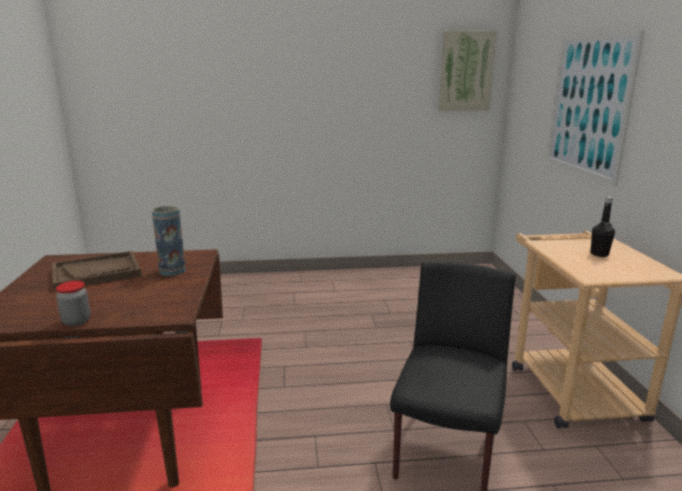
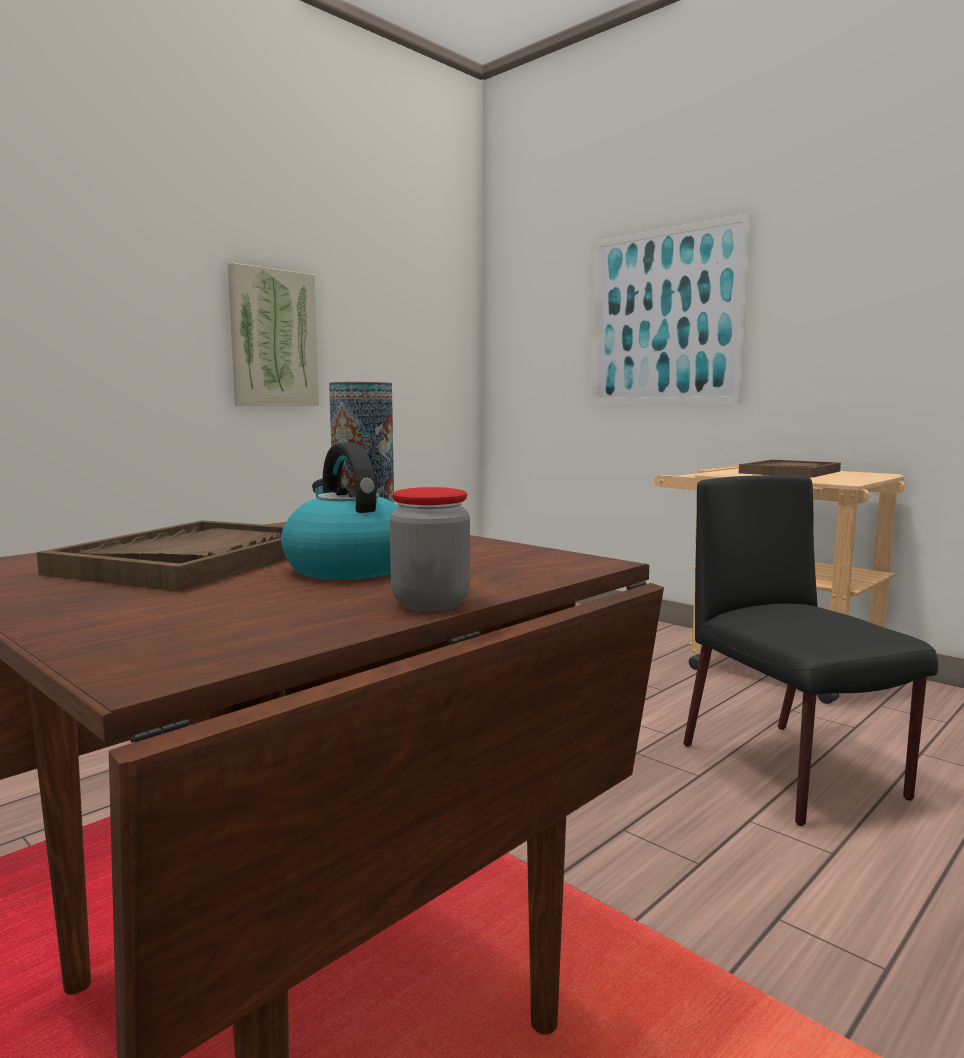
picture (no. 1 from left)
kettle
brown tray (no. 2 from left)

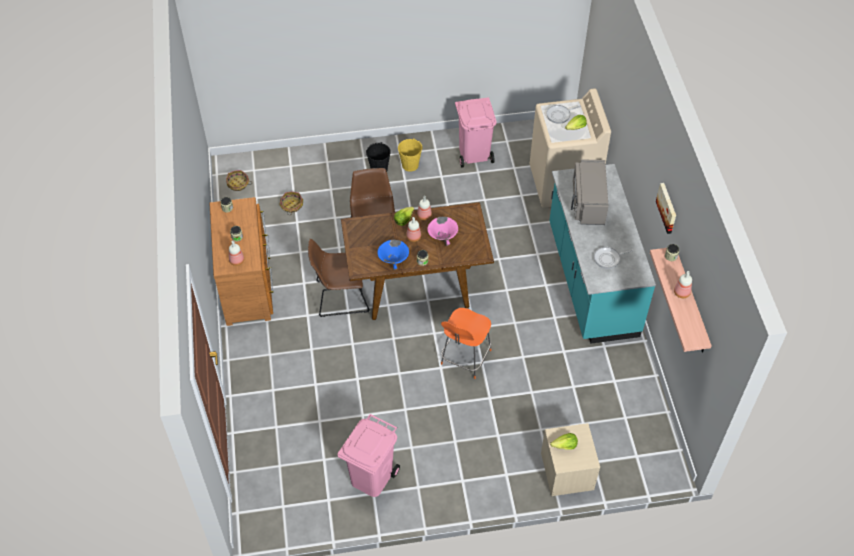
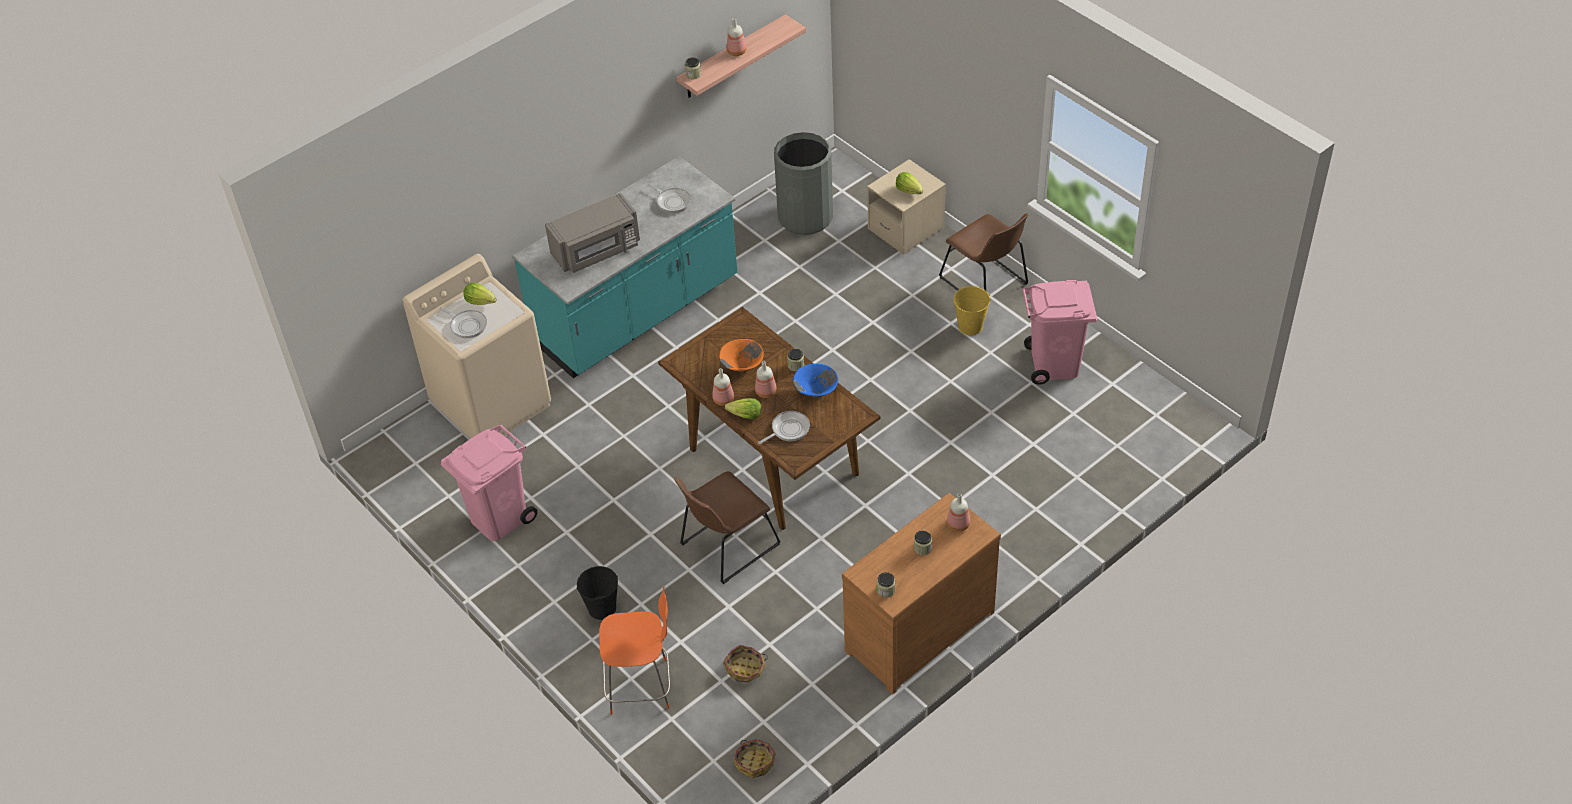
orange stool
orange bowl
frying pan (no. 3 from left)
grey trash can
brown chair (no. 2 from left)
yellow bucket
picture

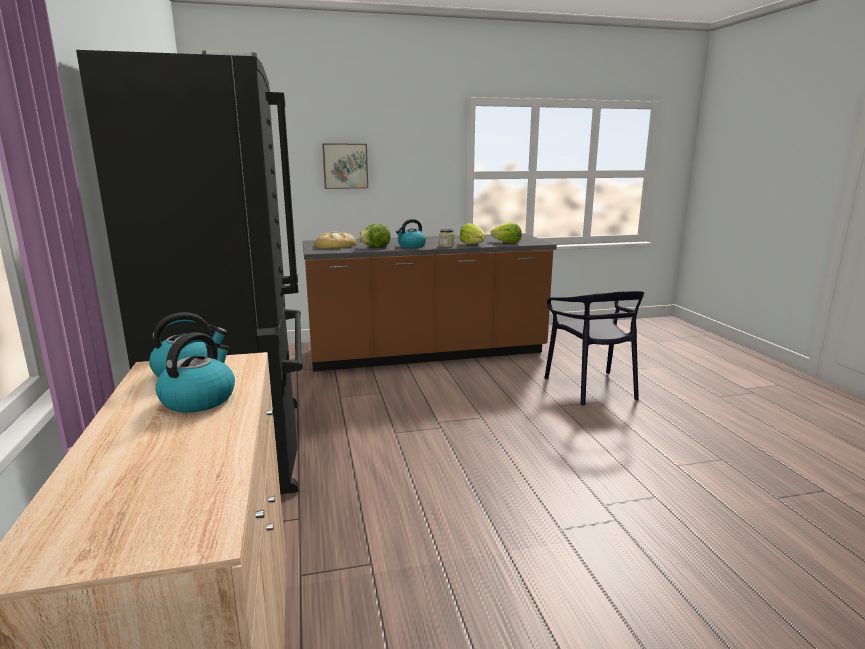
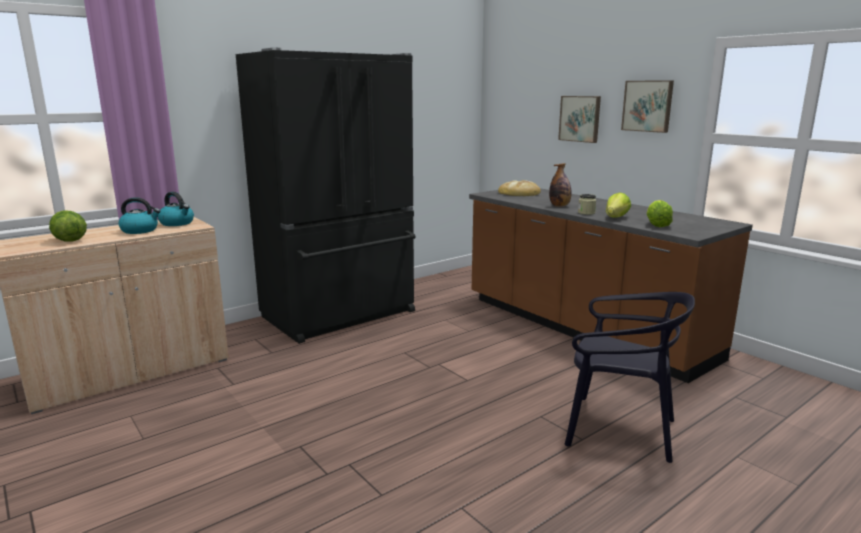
lettuce (no. 1 from left)
bottle
black chair
picture (no. 2 from left)

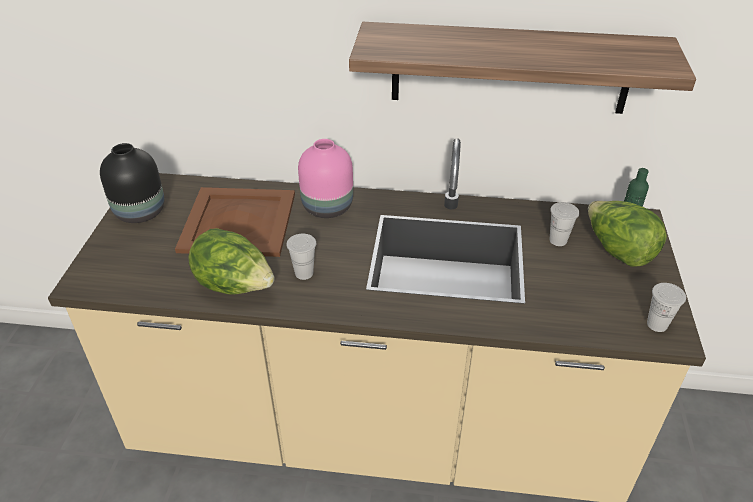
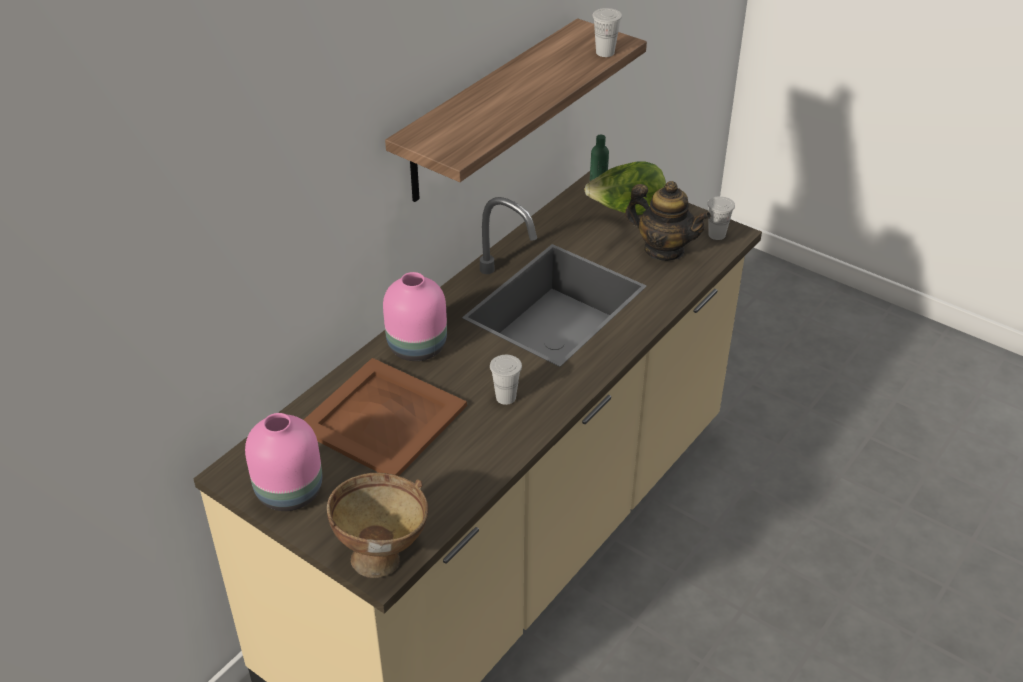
pink vase (no. 1 from left)
brown bowl
white cup (no. 2 from left)
teapot
lettuce (no. 1 from left in the first image)

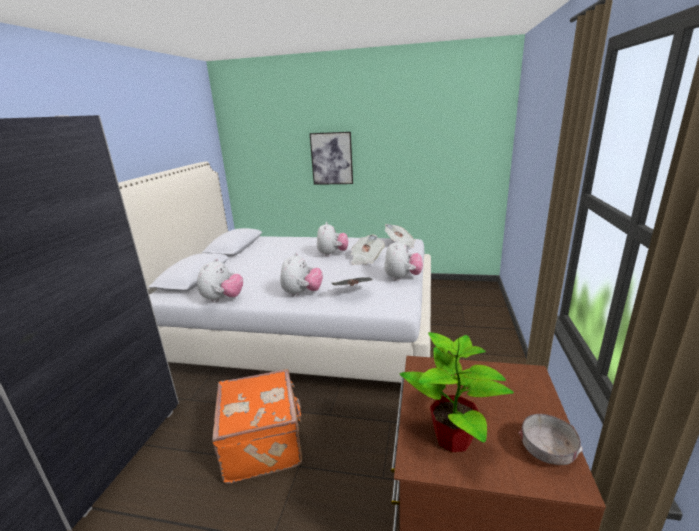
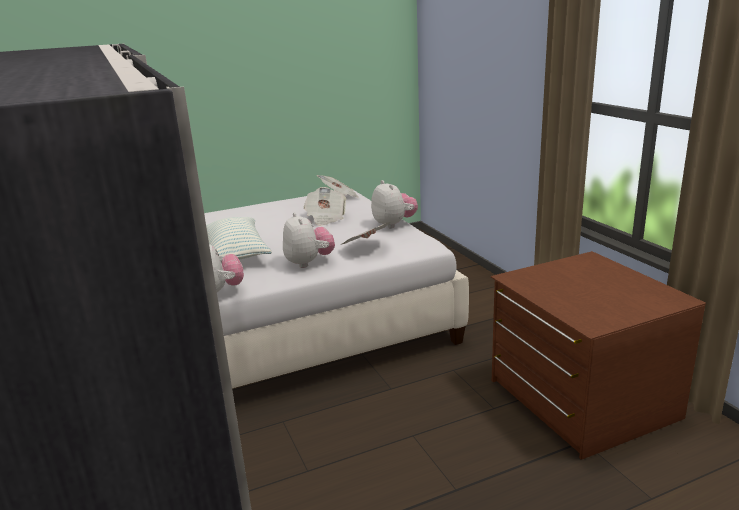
pillow
orange suitcase
picture
plush toy (no. 3 from left in the first image)
potted plant
grey bowl

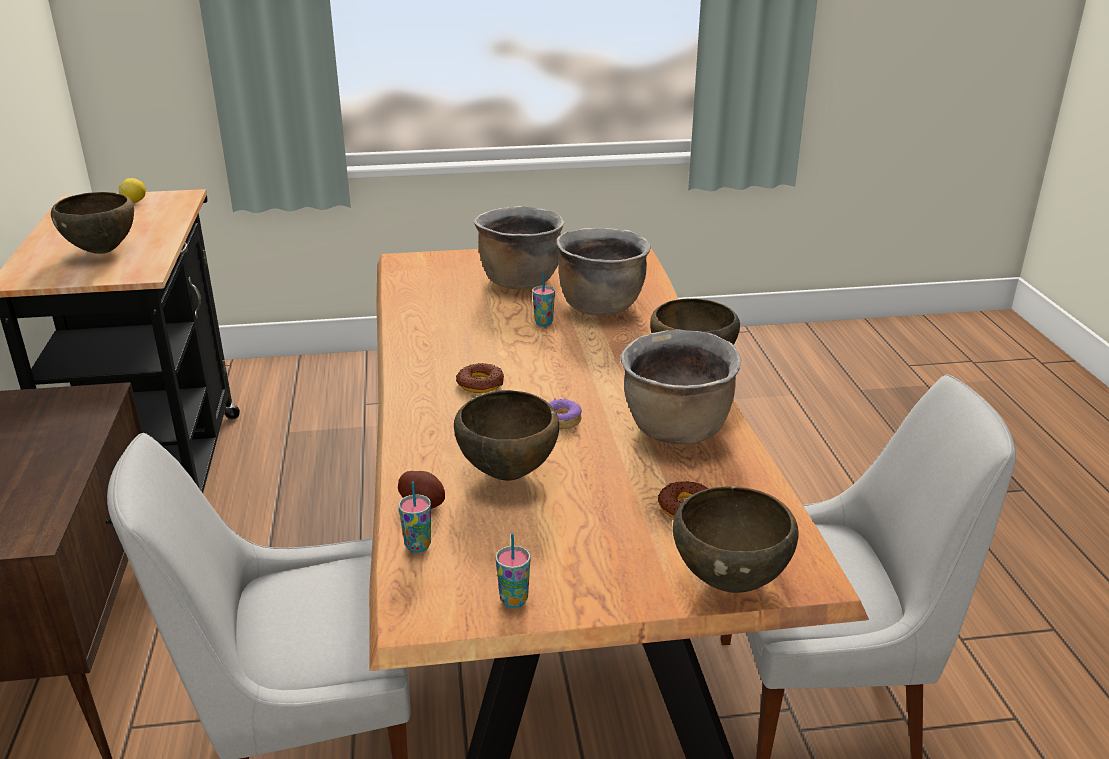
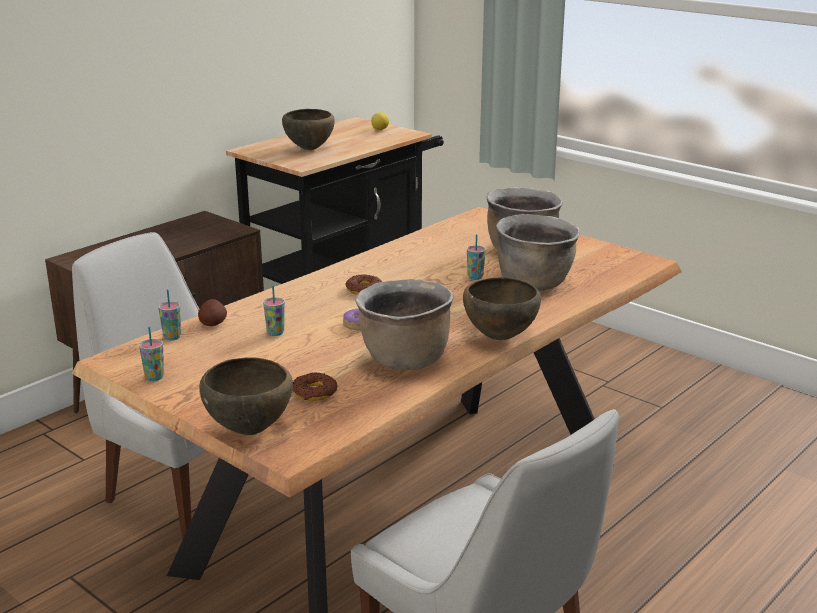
cup (no. 3 from left)

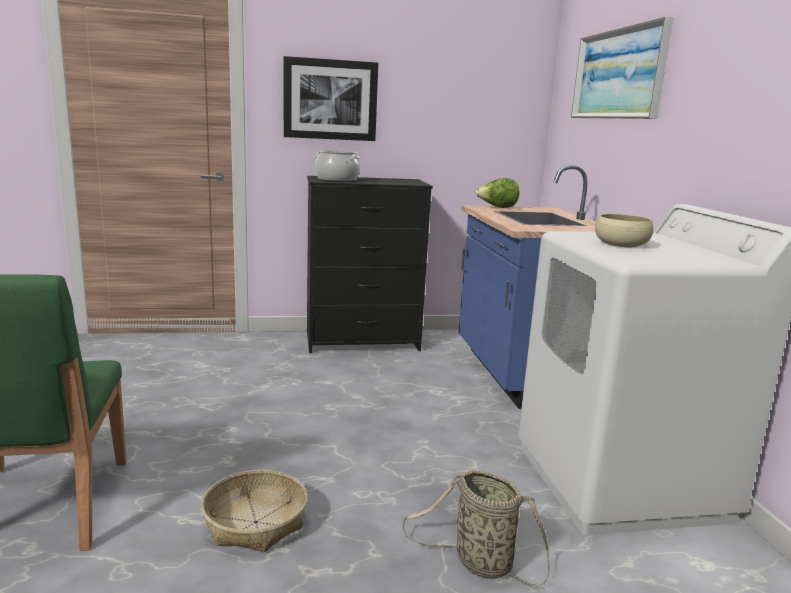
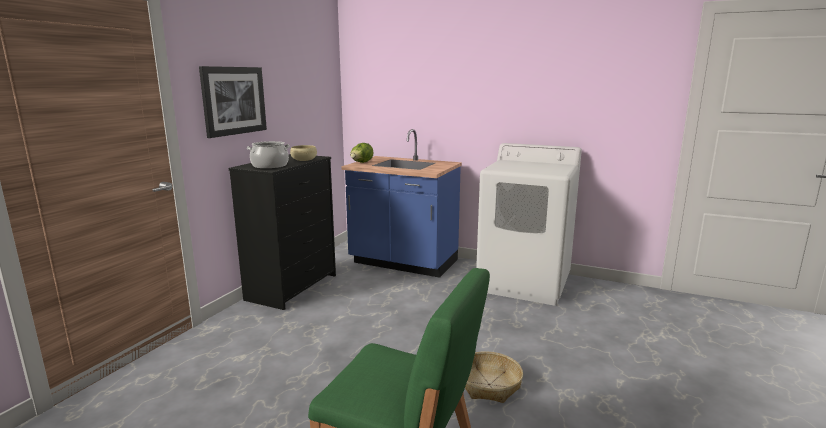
beige bowl
basket (no. 2 from left in the first image)
picture (no. 2 from left in the first image)

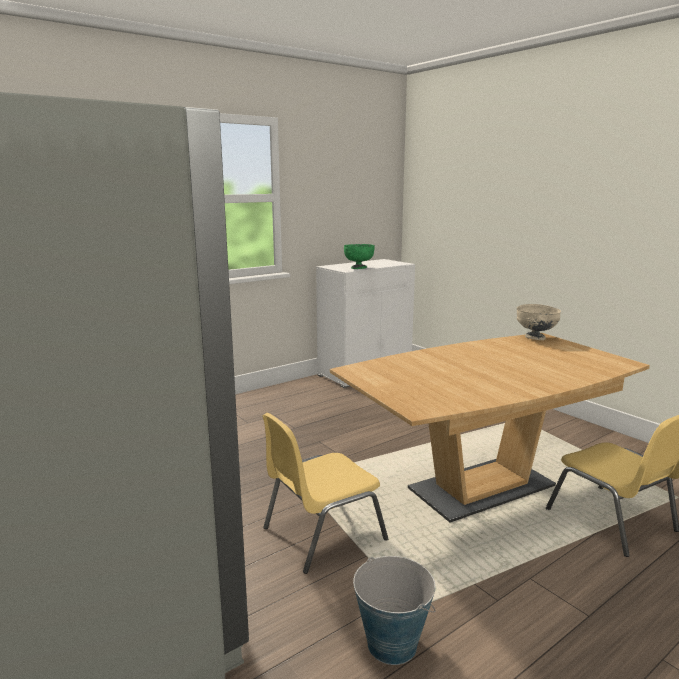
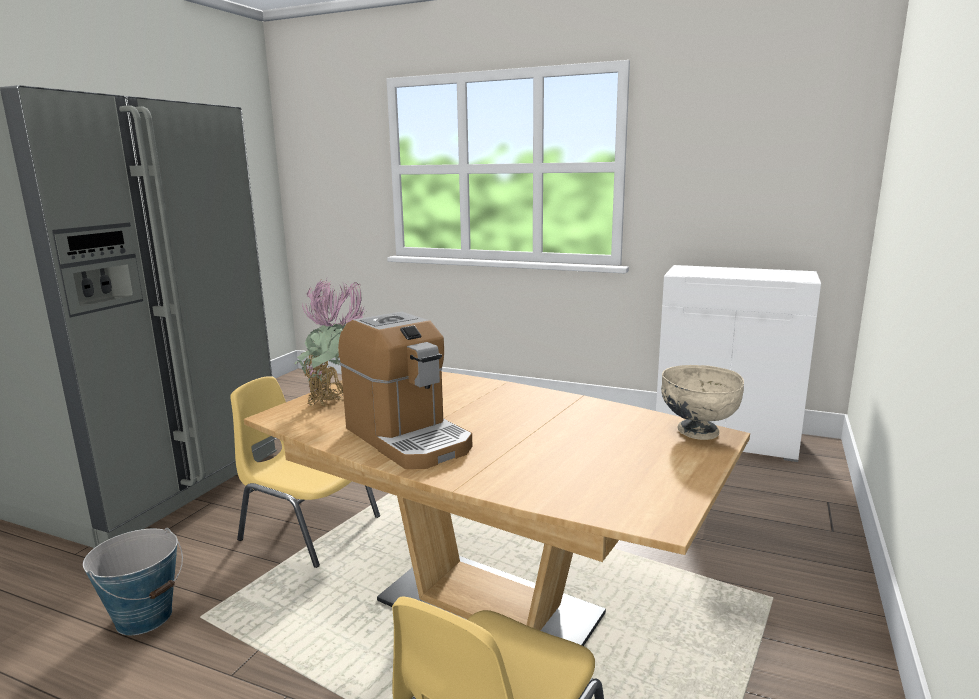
potted plant
coffee machine
green bowl

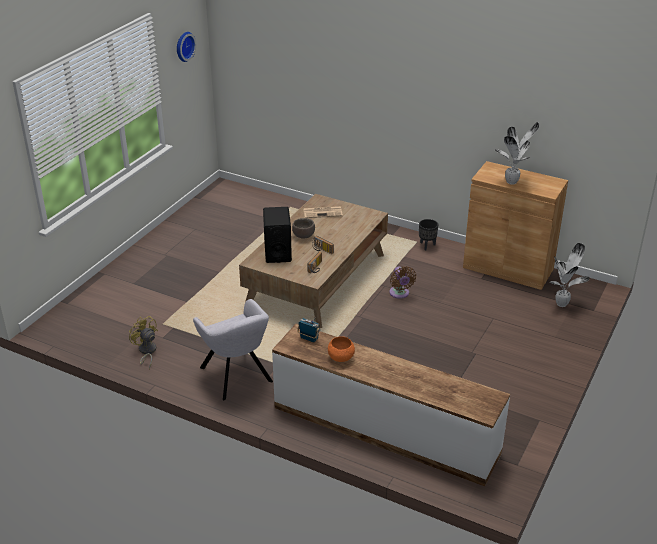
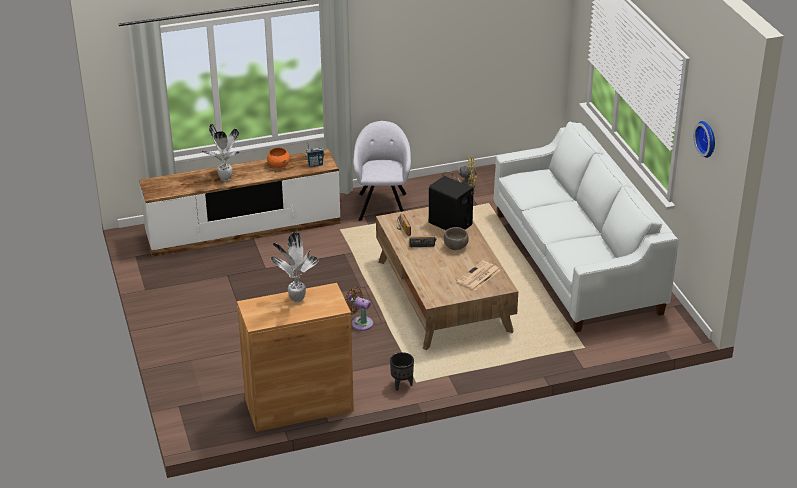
potted plant (no. 1 from left)
grey armchair
white sofa

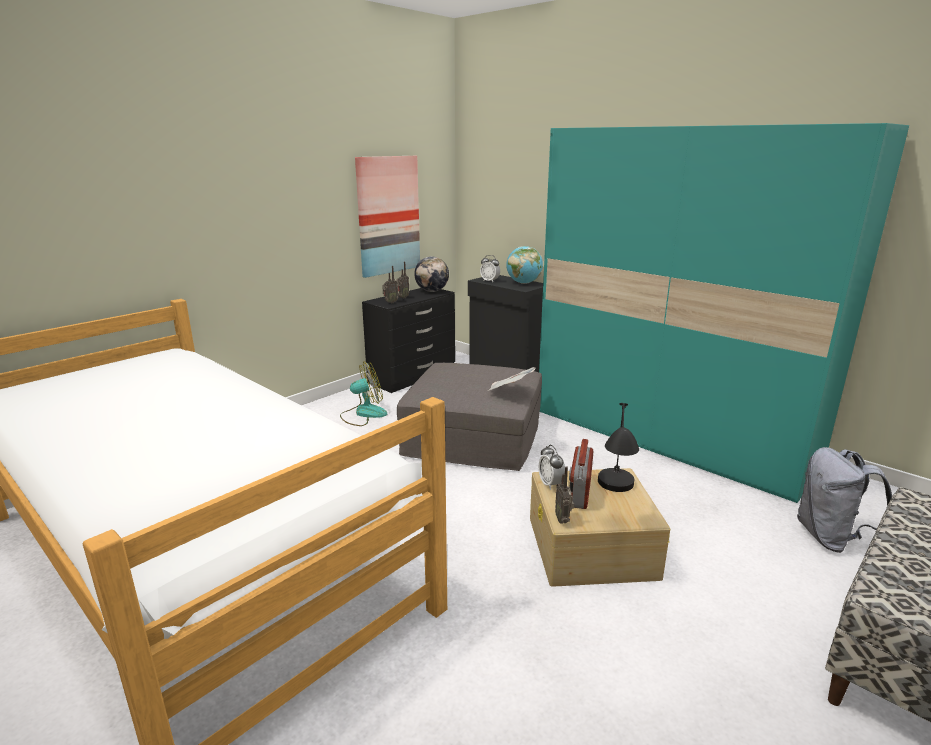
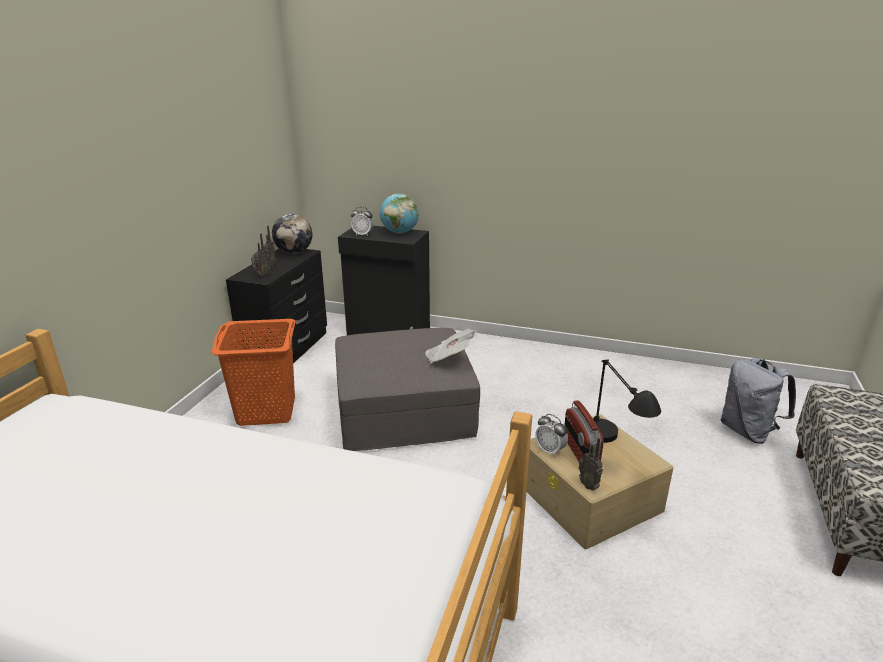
orange laundry basket
picture
turquoise wardrobe

